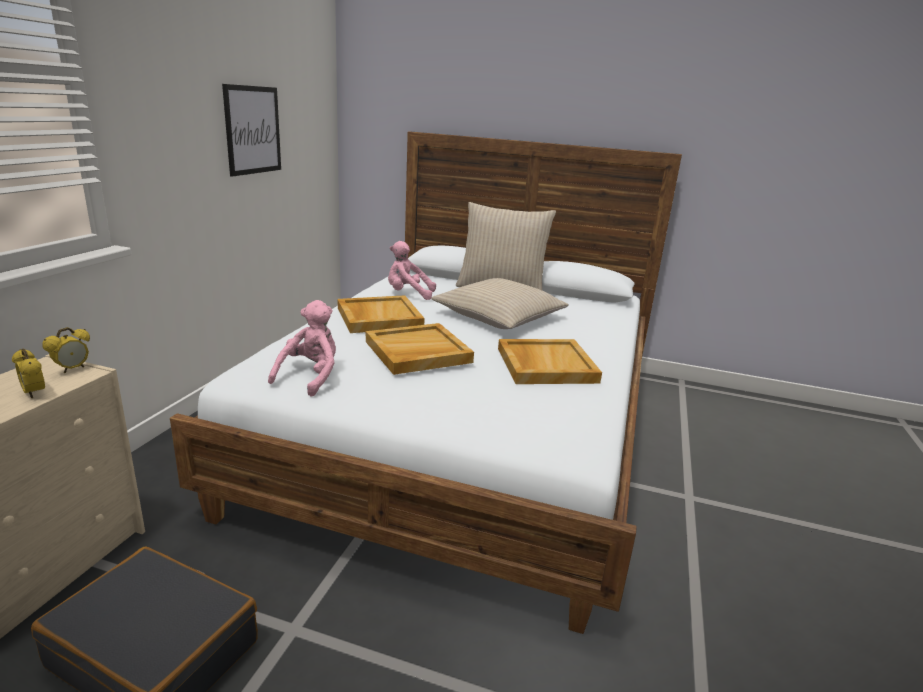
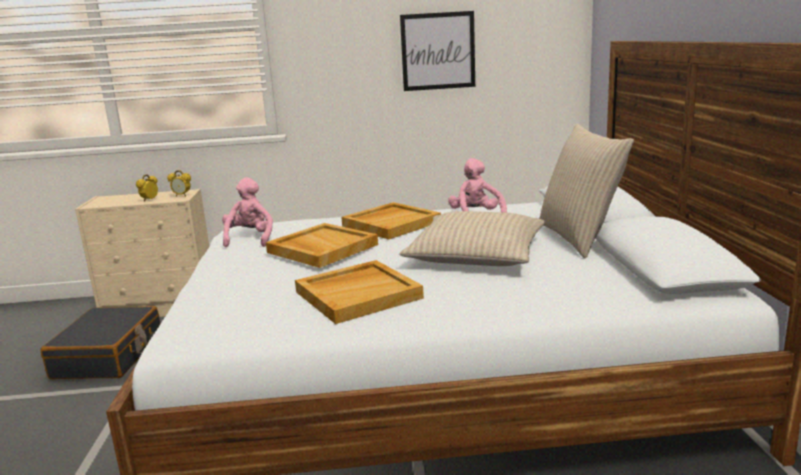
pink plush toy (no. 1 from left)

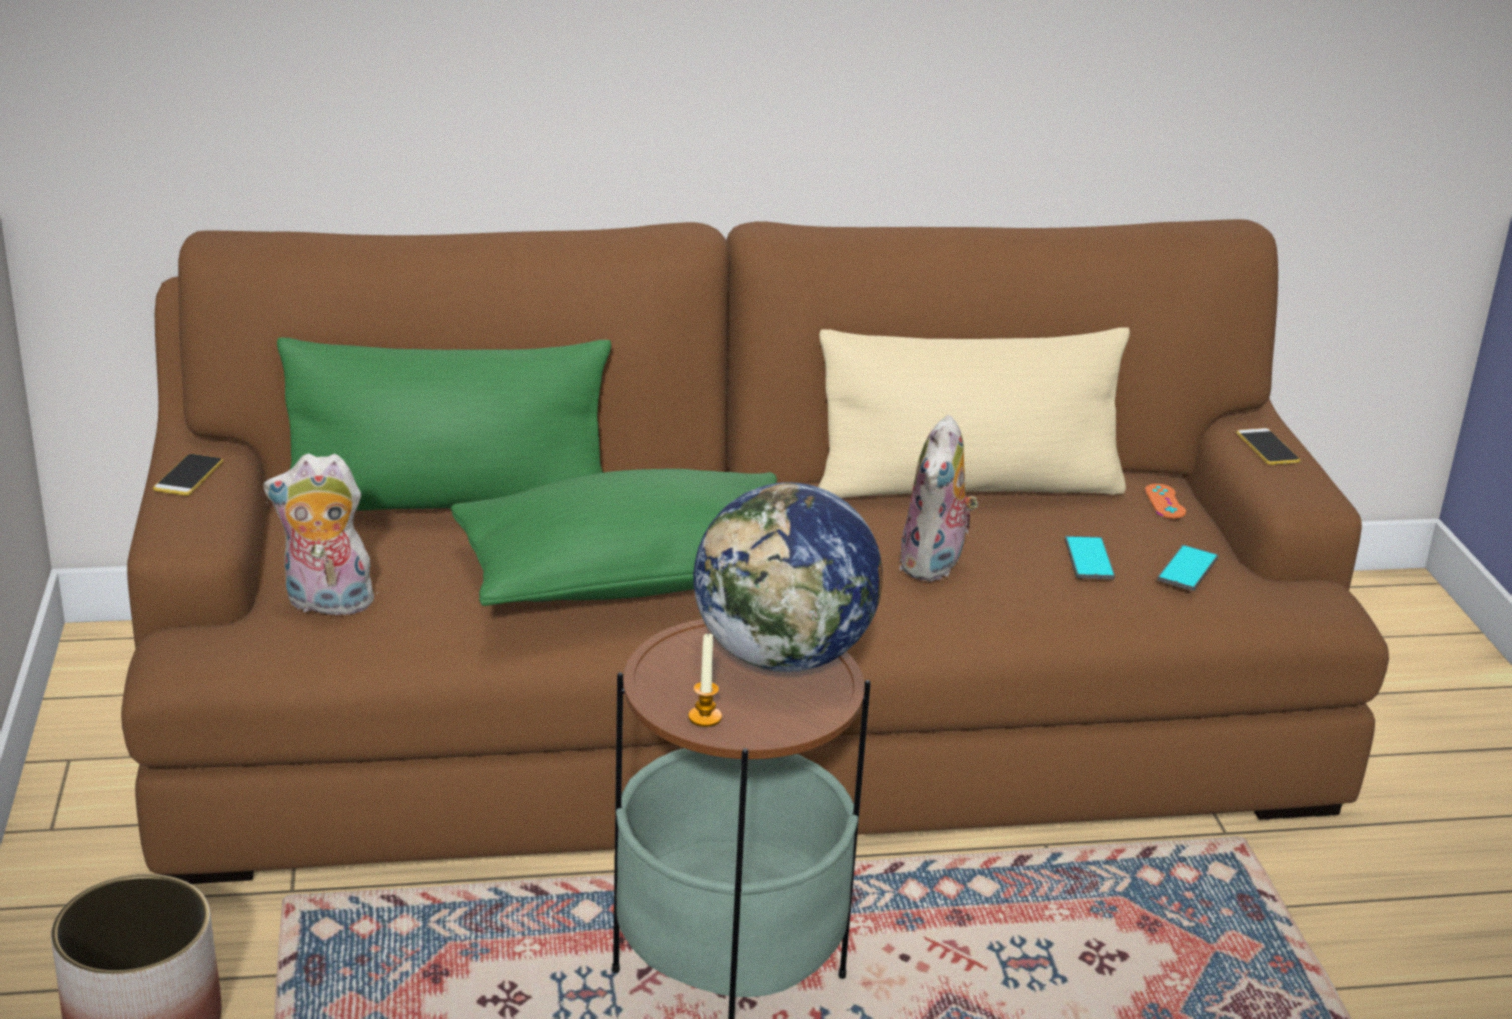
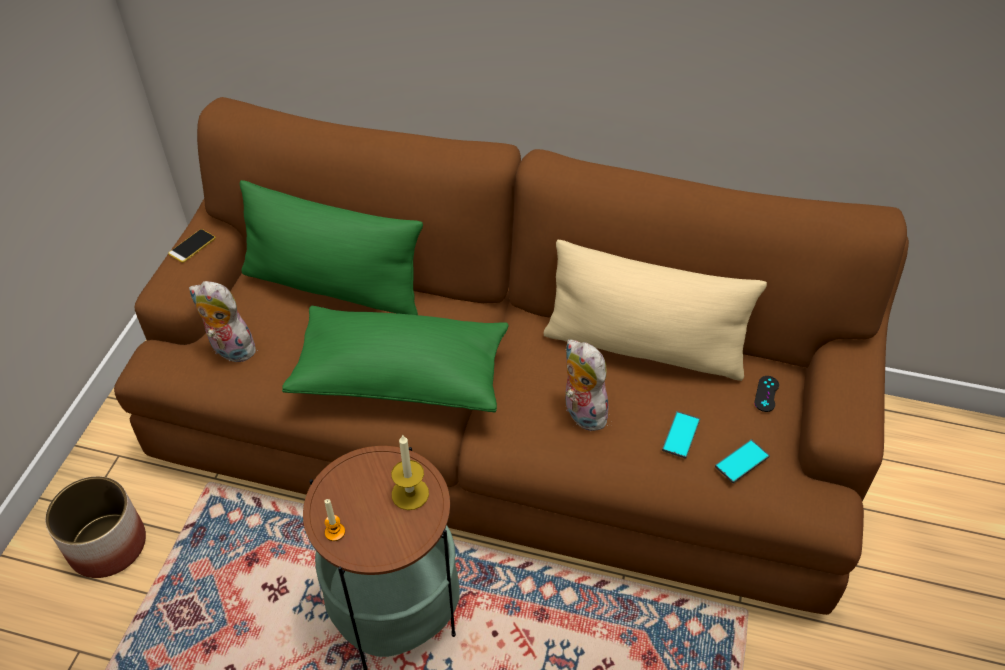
candle (no. 2 from left)
plush toy (no. 2 from left)
black game controller
phone (no. 4 from left in the first image)

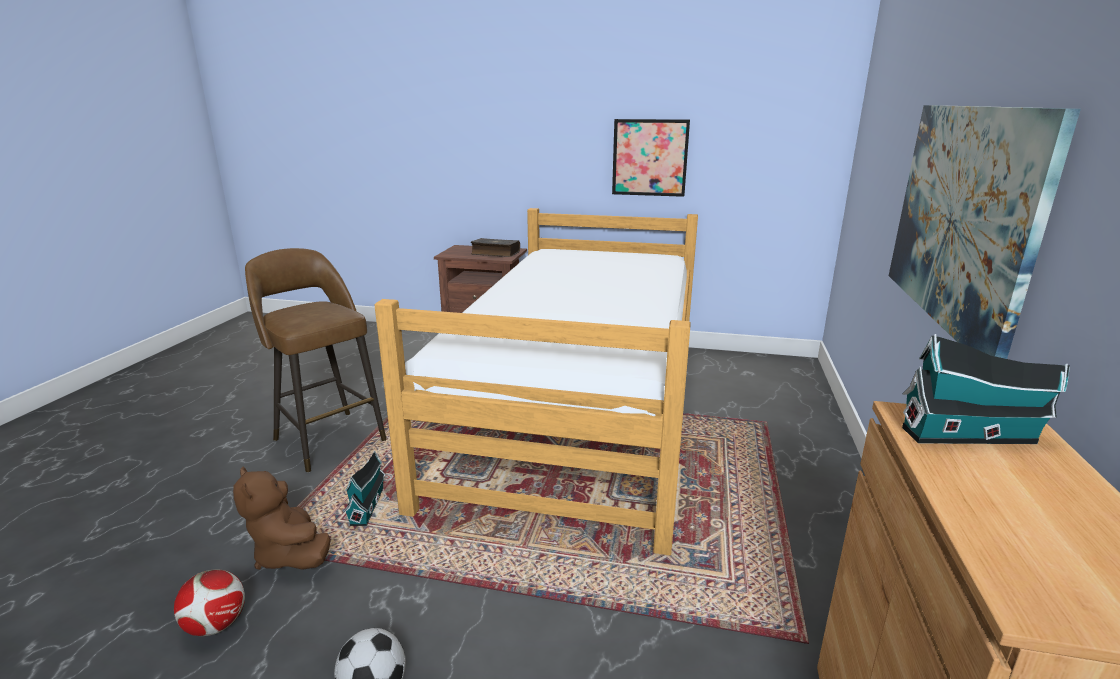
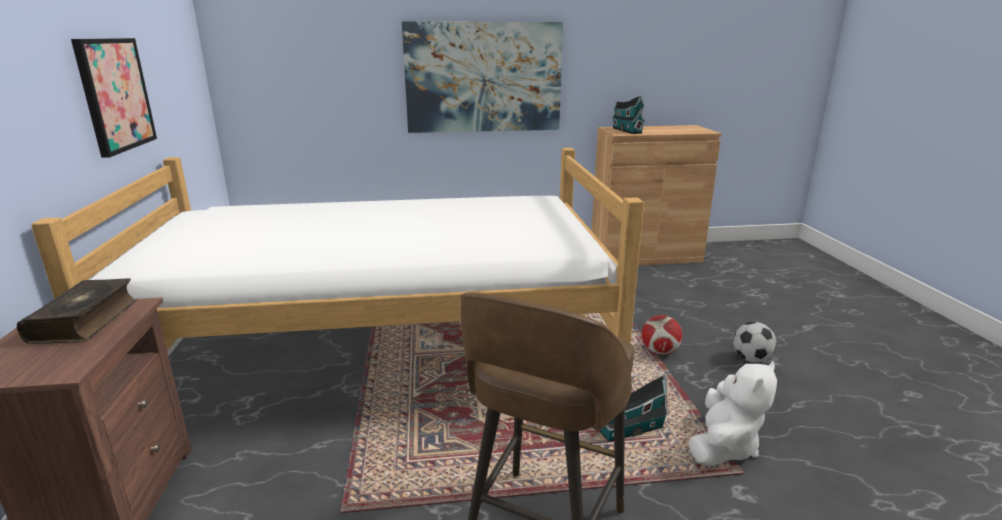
football (no. 1 from left)
white plush toy

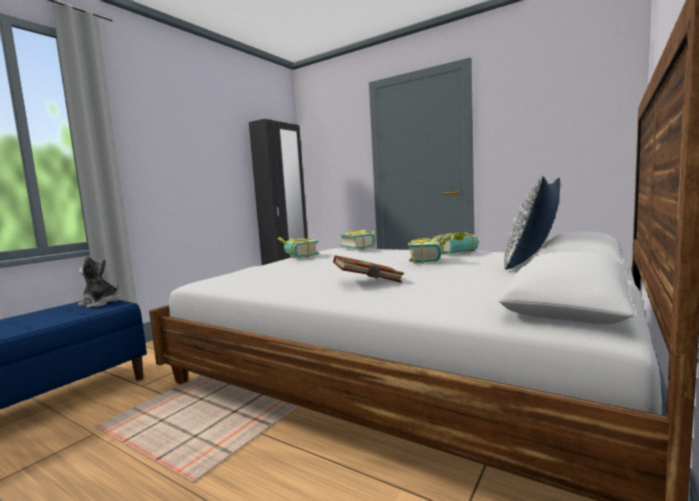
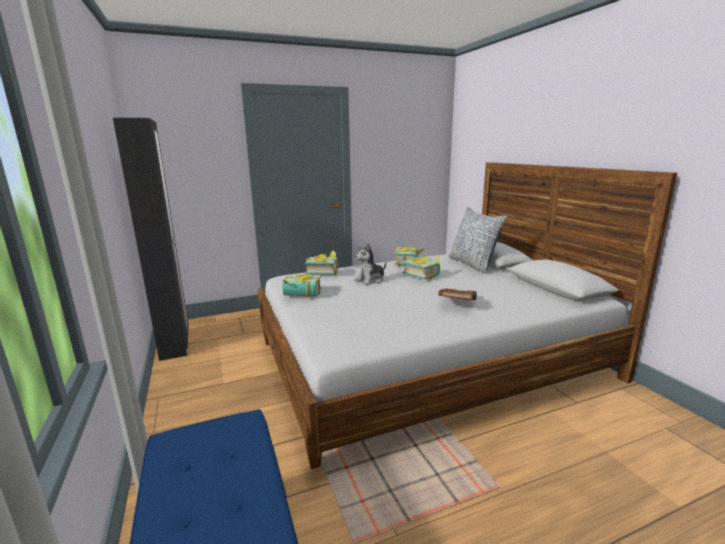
plush toy

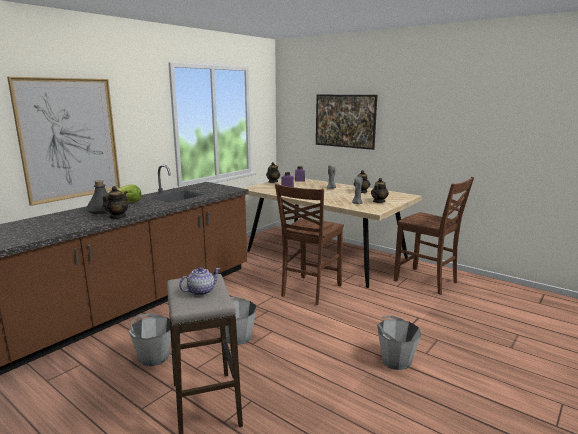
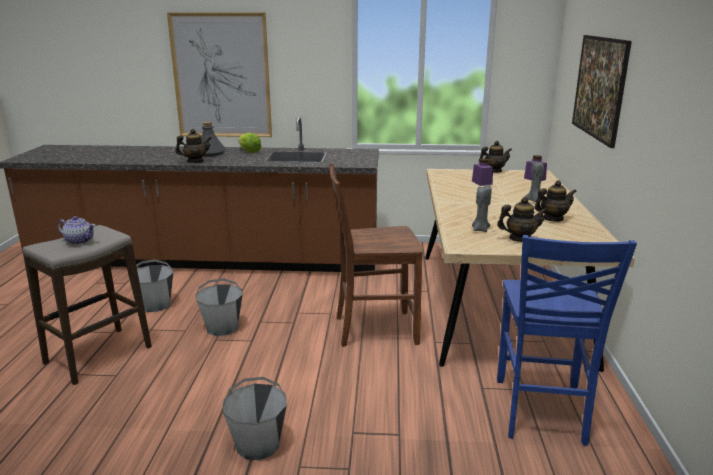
blue chair

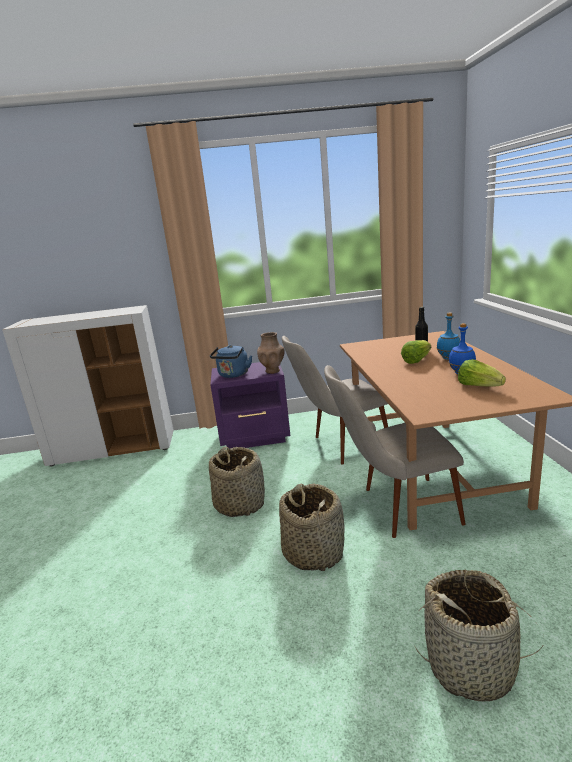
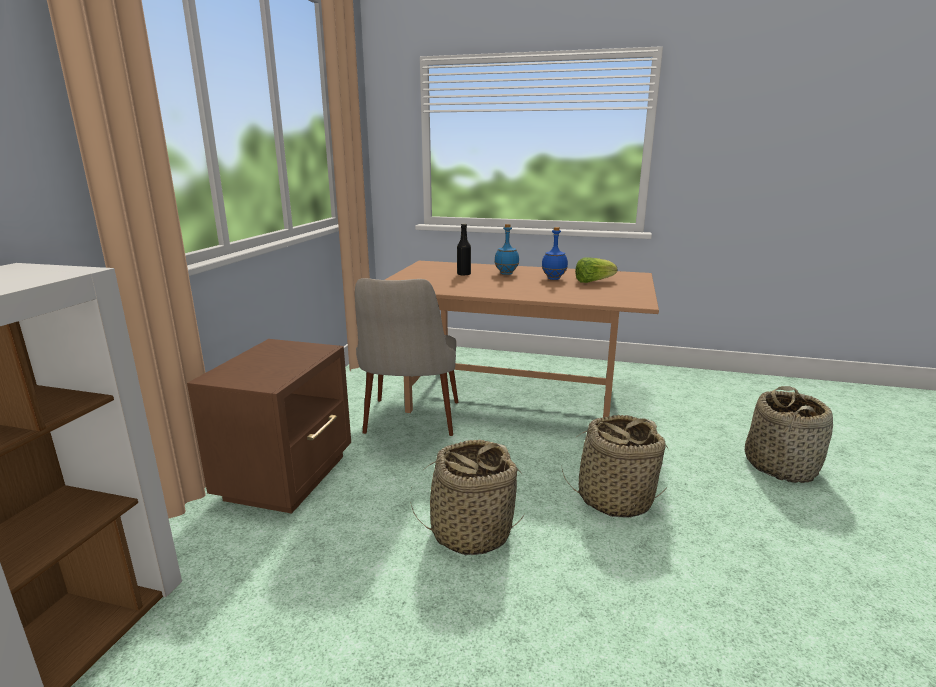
brown nightstand
blue kettle
brown vase
beige chair (no. 2 from left in the first image)
lettuce (no. 1 from left in the first image)

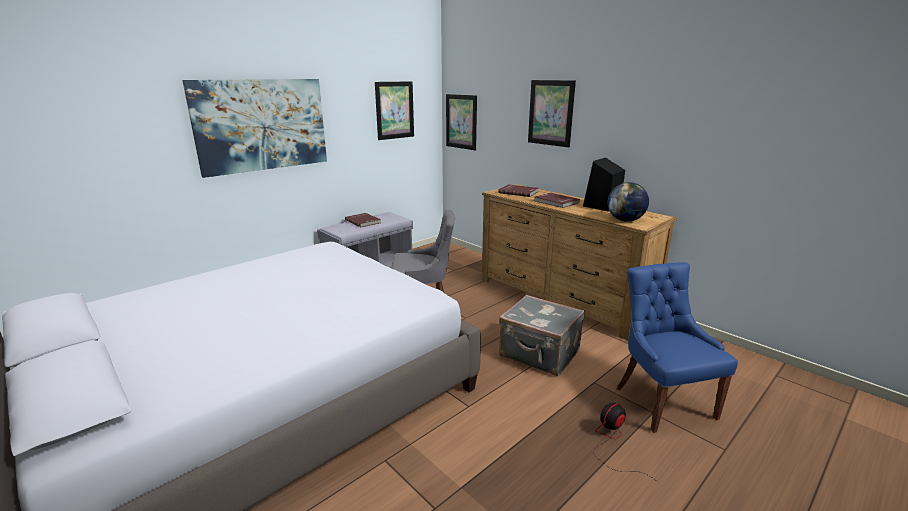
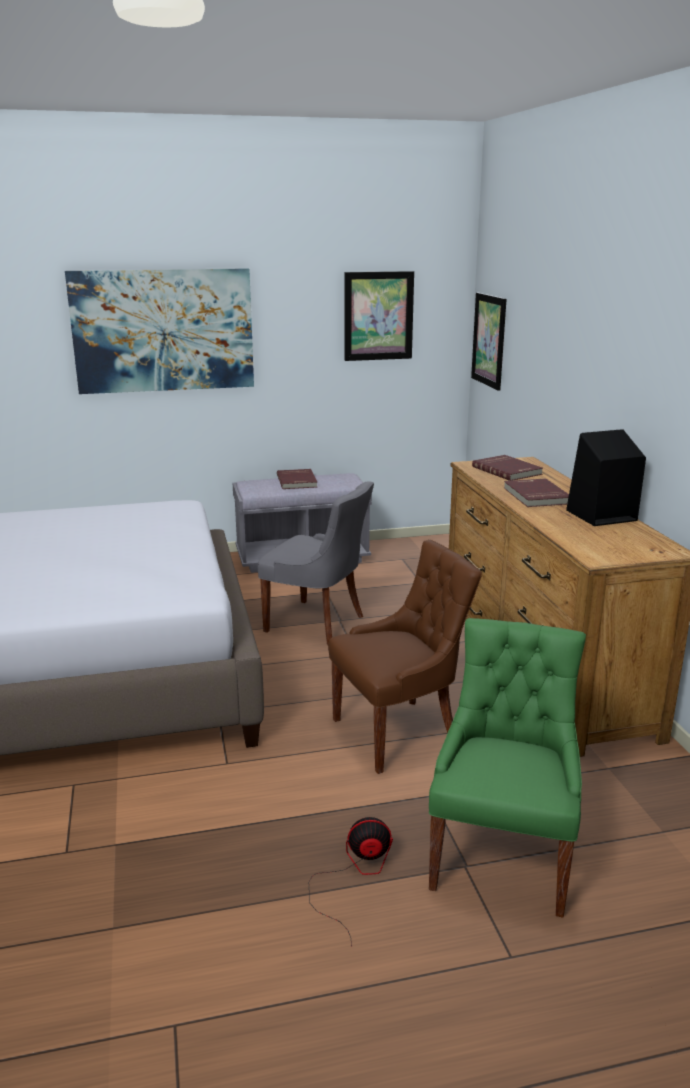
brown chair
green chair
picture (no. 4 from left in the first image)
globe

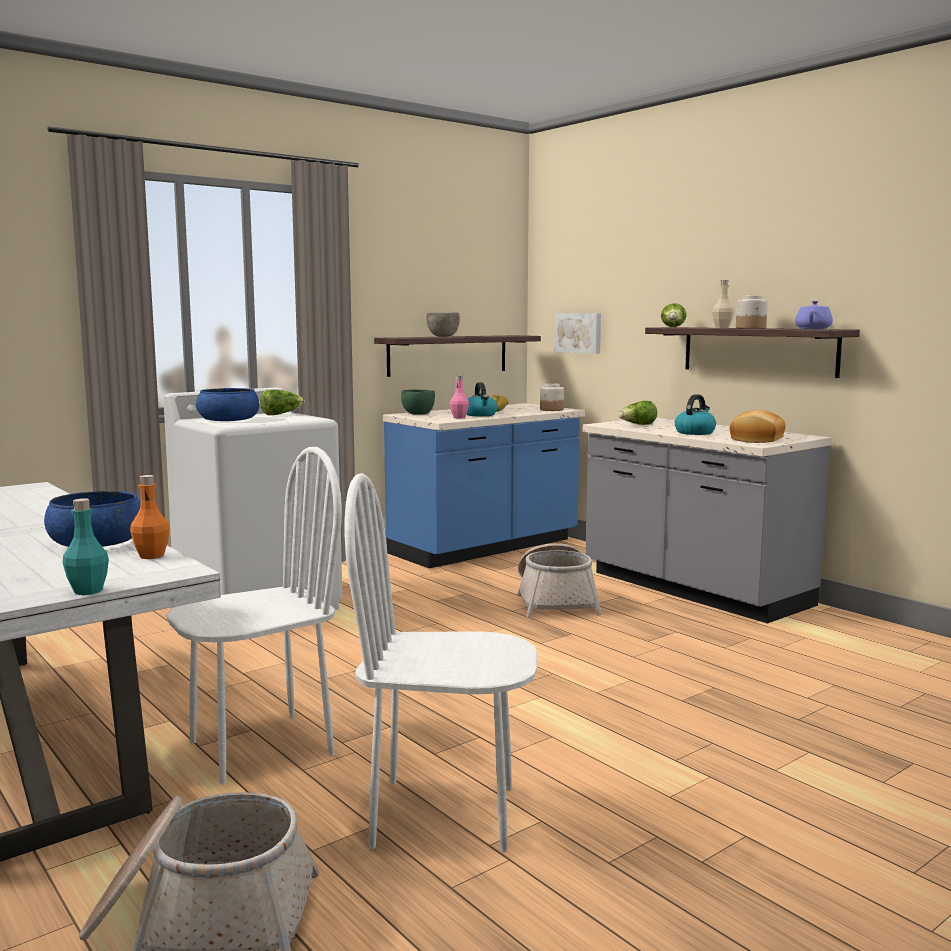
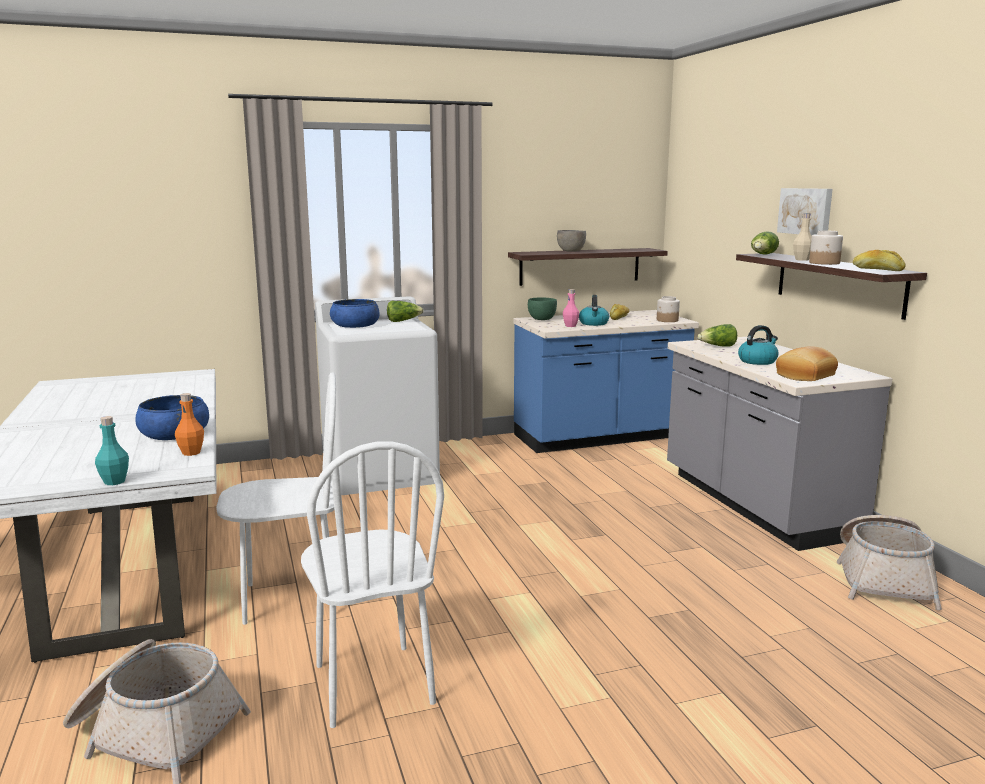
white chair (no. 2 from left)
picture
basket (no. 2 from left)
bread (no. 3 from left)

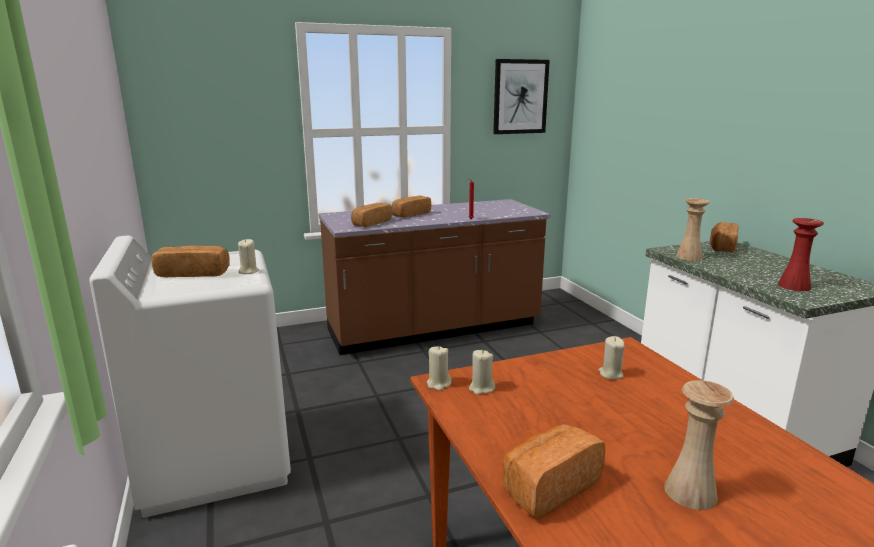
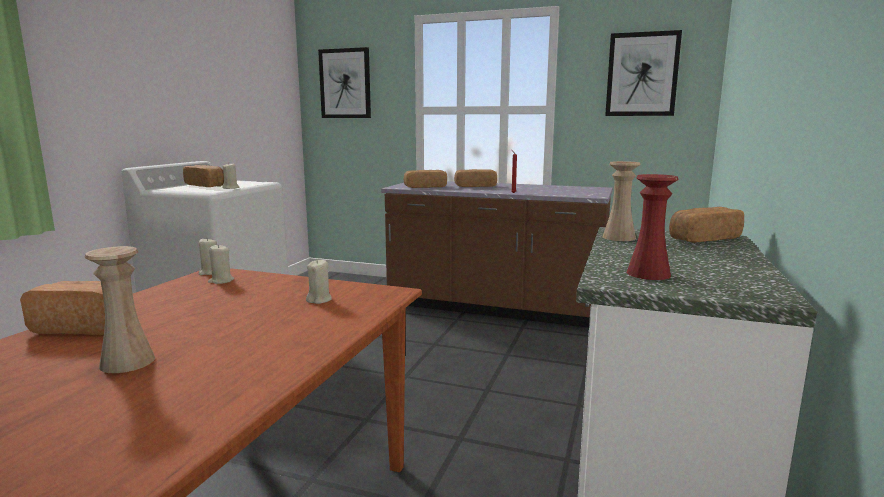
picture (no. 1 from left)

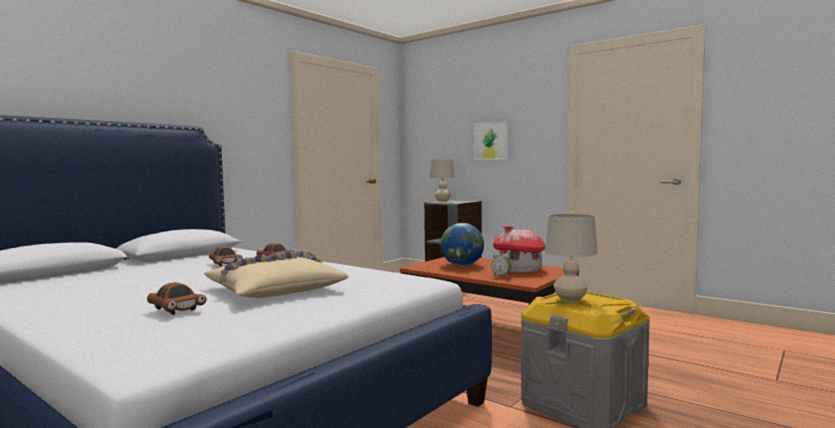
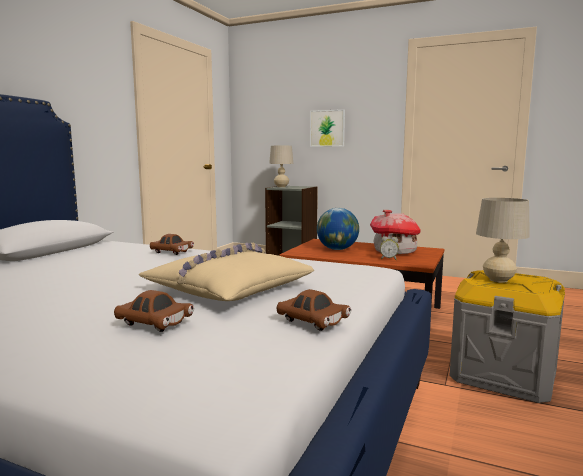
brown toy car (no. 3 from left)

